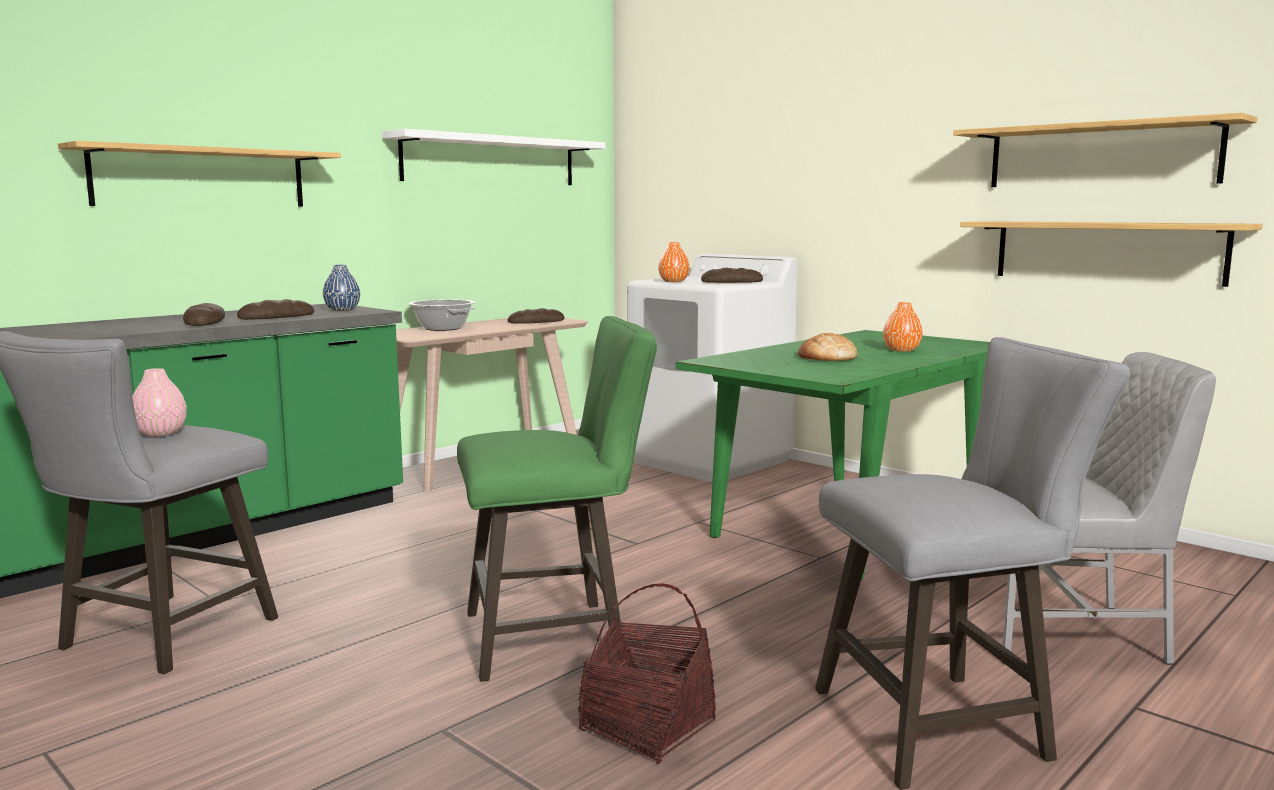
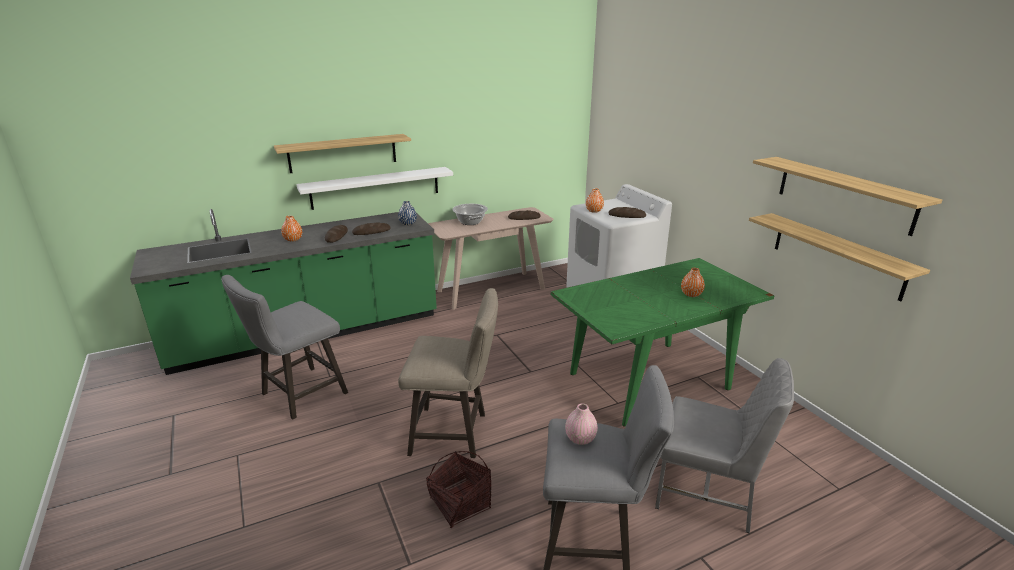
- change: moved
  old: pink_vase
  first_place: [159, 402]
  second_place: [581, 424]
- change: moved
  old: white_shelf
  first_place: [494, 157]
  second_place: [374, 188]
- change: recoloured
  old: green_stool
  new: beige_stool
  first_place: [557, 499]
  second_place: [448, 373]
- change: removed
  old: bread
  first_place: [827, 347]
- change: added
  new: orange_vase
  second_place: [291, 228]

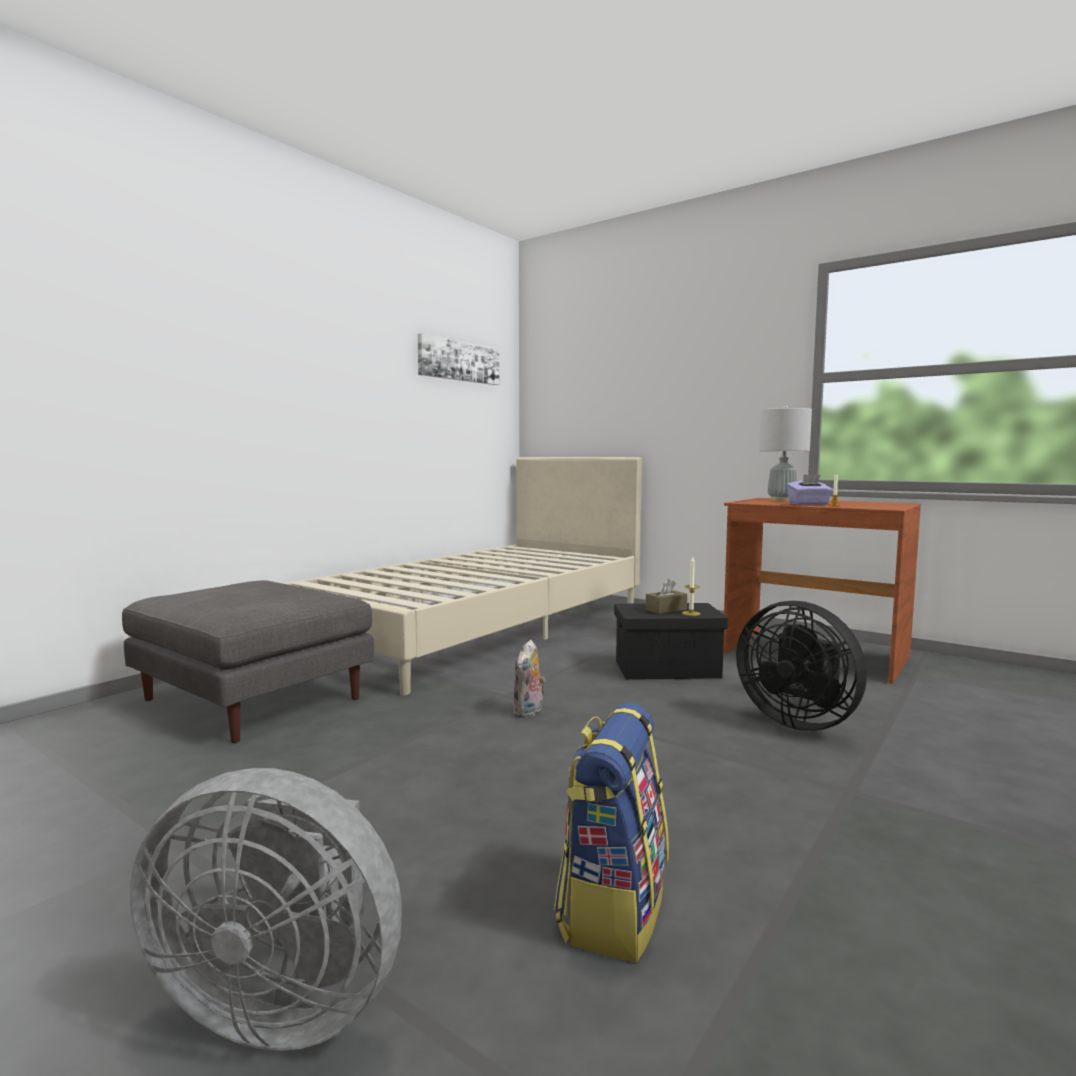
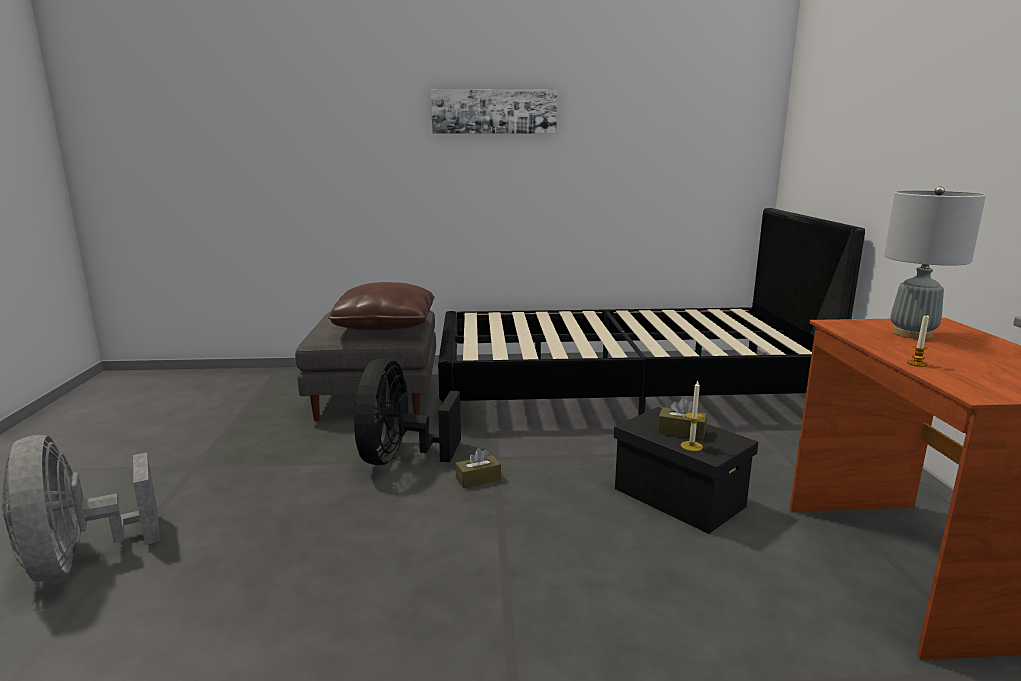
- change: recoloured
  old: beige_bed
  new: black_bed
  first_place: [462, 576]
  second_place: [651, 311]
- change: moved
  old: picture
  first_place: [458, 359]
  second_place: [494, 111]
- change: replaced
  old: plush_toy
  new: brown_tissue_box
  first_place: [529, 679]
  second_place: [478, 468]
- change: removed
  old: backpack
  first_place: [611, 832]
- change: moved
  old: black_fan
  first_place: [801, 666]
  second_place: [407, 411]
- change: removed
  old: purple_tissue_box
  first_place: [810, 489]
- change: added
  new: brown_pillow
  second_place: [381, 306]

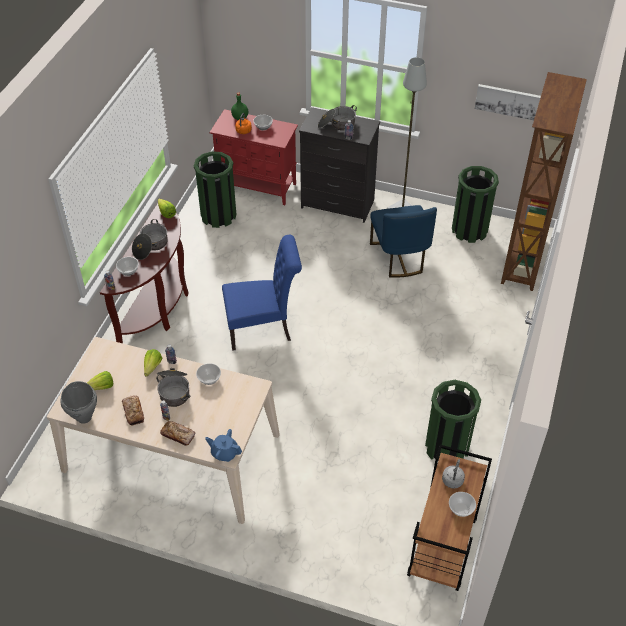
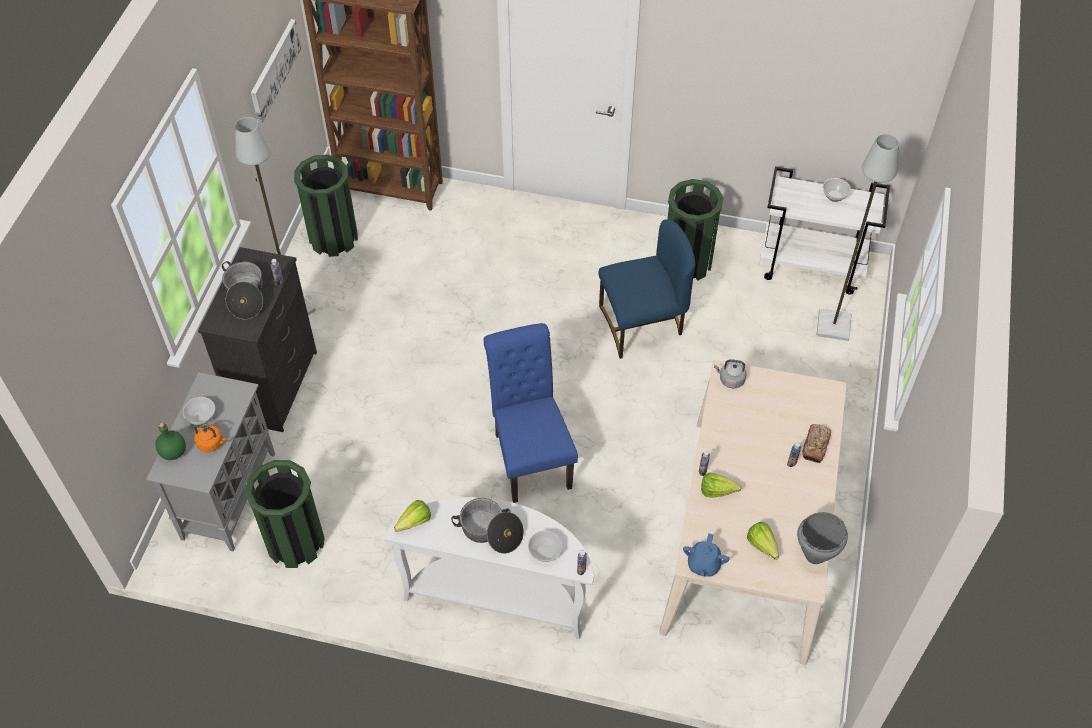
- change: recoloured
  old: brown_console_table
  new: white_console_table
  first_place: [144, 273]
  second_place: [489, 568]
- change: removed
  old: bread
  first_place: [133, 410]
- change: removed
  old: cooking_pot
  first_place: [173, 387]
- change: removed
  old: bowl
  first_place: [208, 374]
- change: moved
  old: blue_teapot
  first_place: [223, 445]
  second_place: [706, 555]
- change: recoloured
  old: red_cabinet
  new: grey_cabinet
  first_place: [254, 157]
  second_place: [210, 462]
- change: moved
  old: blue_chair
  first_place: [403, 241]
  second_place: [646, 289]
- change: recoloured
  old: brown_cart
  new: white_cart
  first_place: [449, 518]
  second_place: [825, 230]
- change: moved
  old: grey_kettle
  first_place: [453, 474]
  second_place: [730, 373]
- change: added
  new: grey_floor_lamp
  second_place: [858, 237]

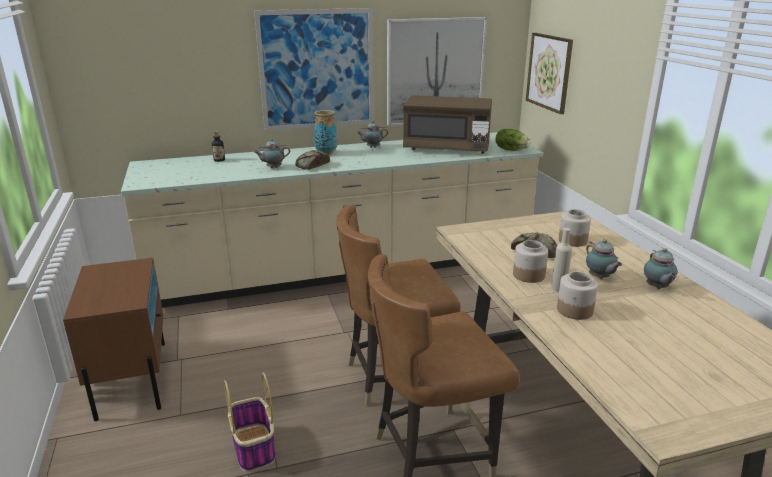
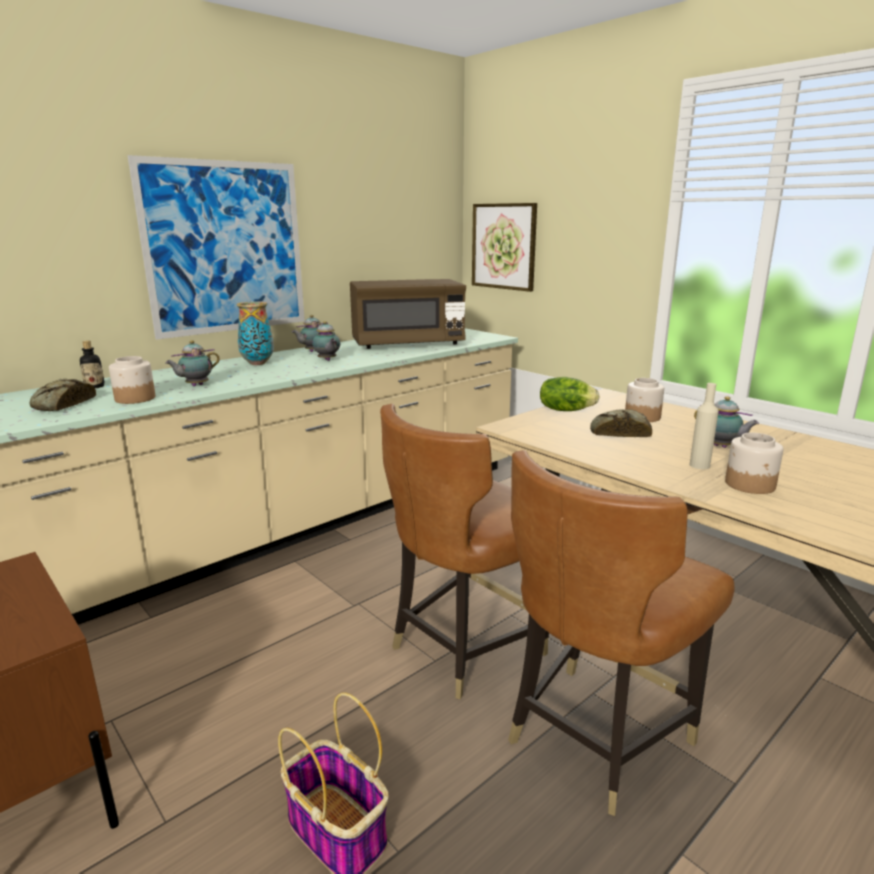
- change: moved
  old: bread
  first_place: [312, 160]
  second_place: [62, 395]
- change: removed
  old: picture
  first_place: [437, 71]
- change: moved
  old: lettuce
  first_place: [512, 140]
  second_place: [570, 394]
- change: moved
  old: jar
  first_place: [530, 261]
  second_place: [132, 380]
- change: moved
  old: teapot
  first_place: [660, 268]
  second_place: [326, 341]

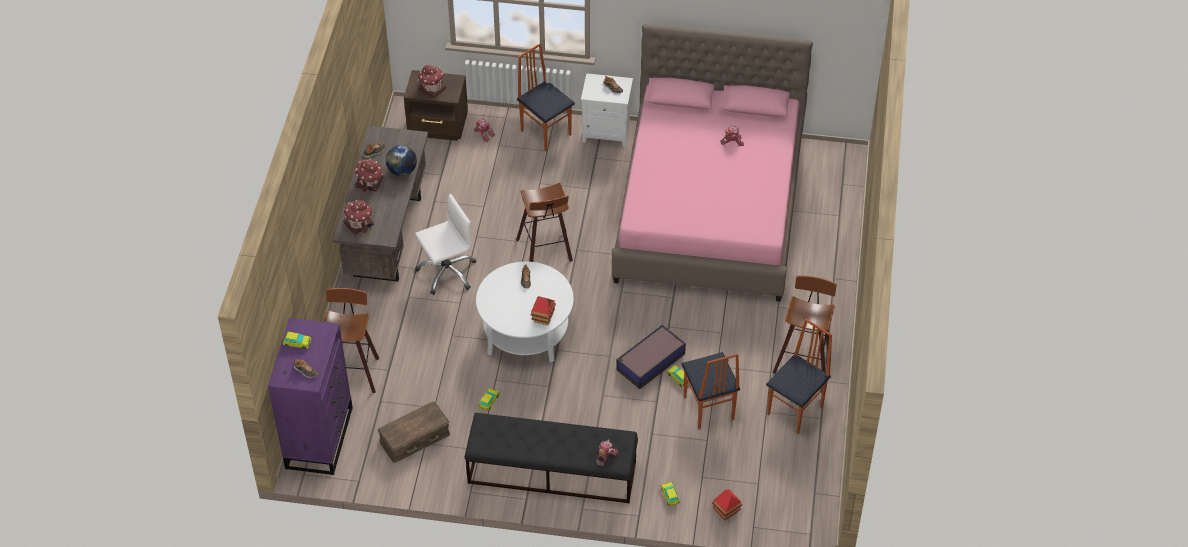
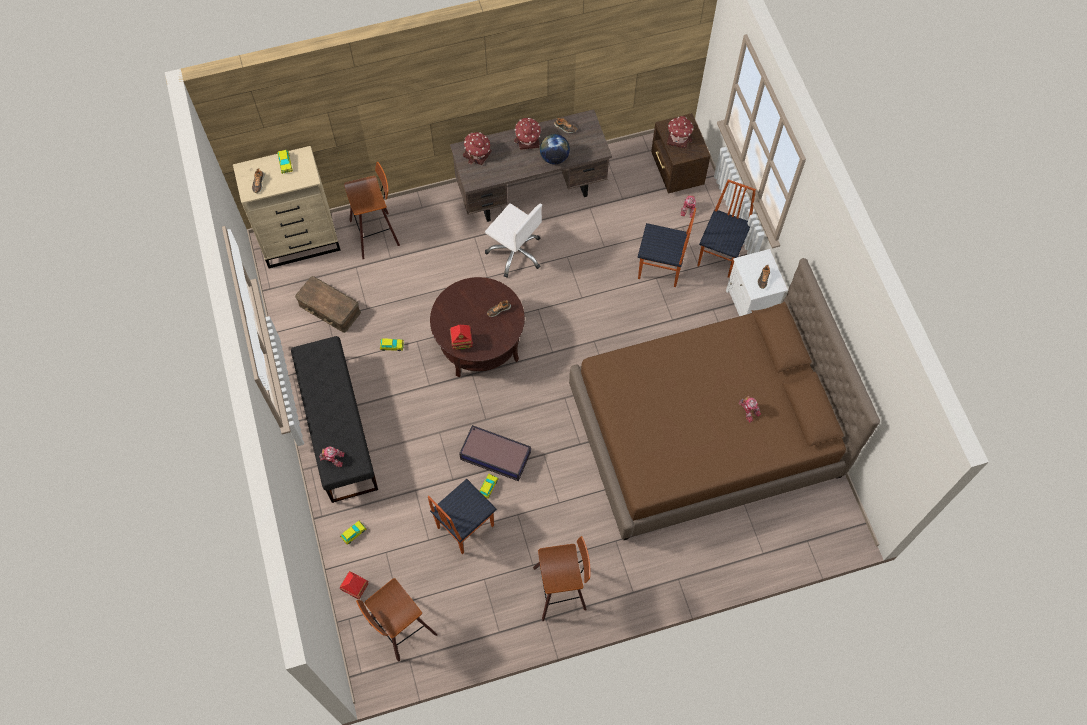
- change: recoloured
  old: purple_dresser
  new: beige_dresser
  first_place: [310, 396]
  second_place: [287, 207]
- change: recoloured
  old: white_coffee_table
  new: brown_coffee_table
  first_place: [525, 312]
  second_place: [477, 327]
- change: moved
  old: stool
  first_place: [544, 222]
  second_place: [396, 620]
- change: recoloured
  old: pink_bed
  new: brown_bed
  first_place: [712, 163]
  second_place: [724, 399]
- change: moved
  old: chair
  first_place: [799, 376]
  second_place: [667, 247]

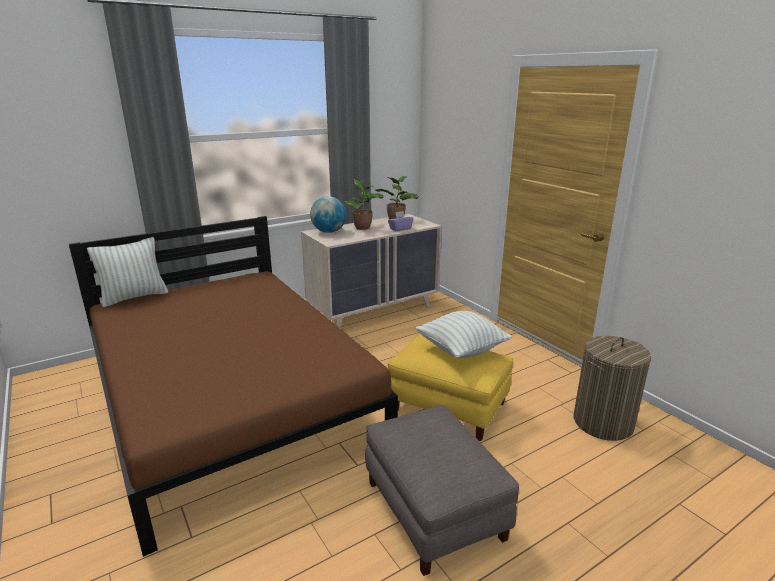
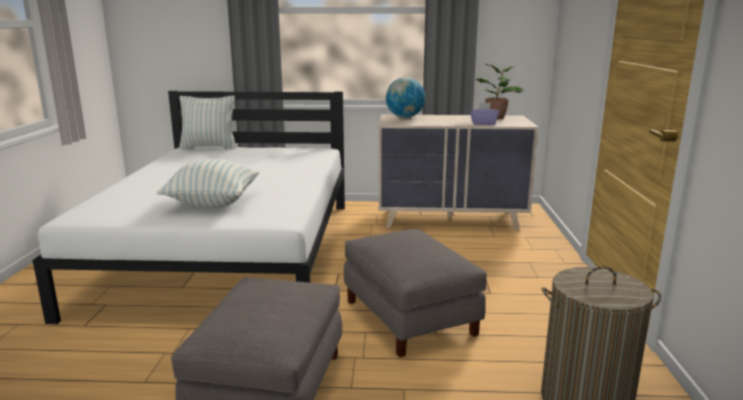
- change: recoloured
  old: brown_bed
  new: white_bed
  first_place: [233, 386]
  second_place: [188, 207]
- change: removed
  old: potted_plant
  first_place: [364, 204]
- change: recoloured
  old: yellow_ottoman
  new: grey_ottoman
  first_place: [450, 387]
  second_place: [415, 293]
- change: moved
  old: pillow
  first_place: [463, 334]
  second_place: [208, 183]

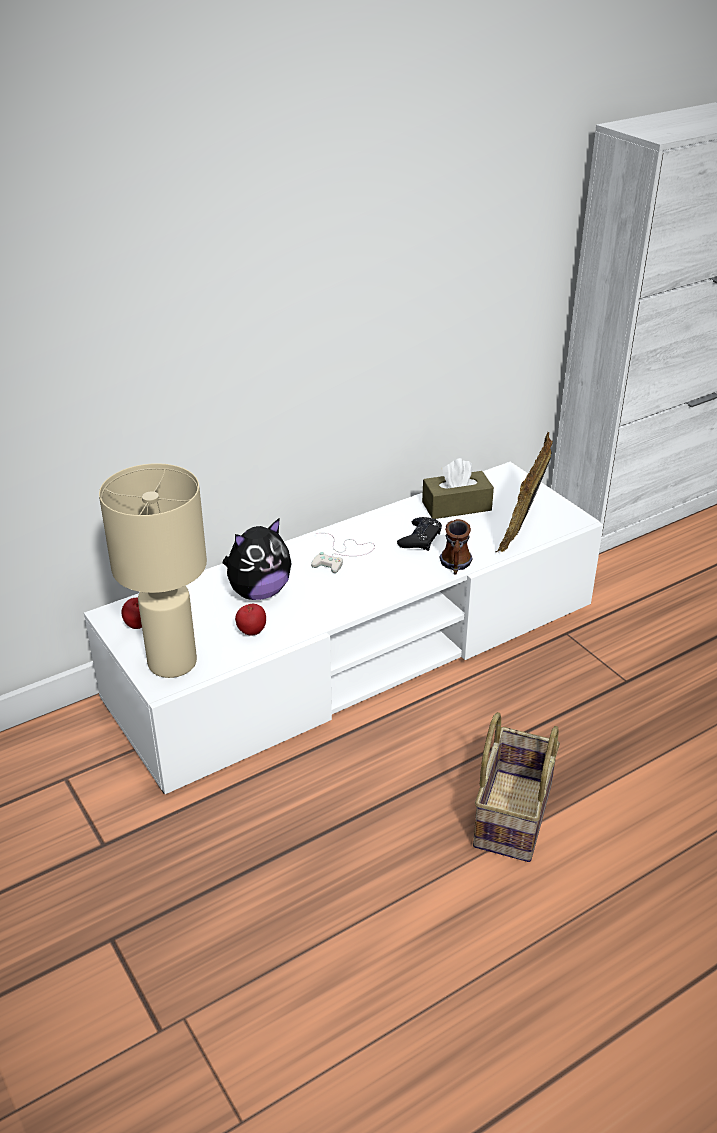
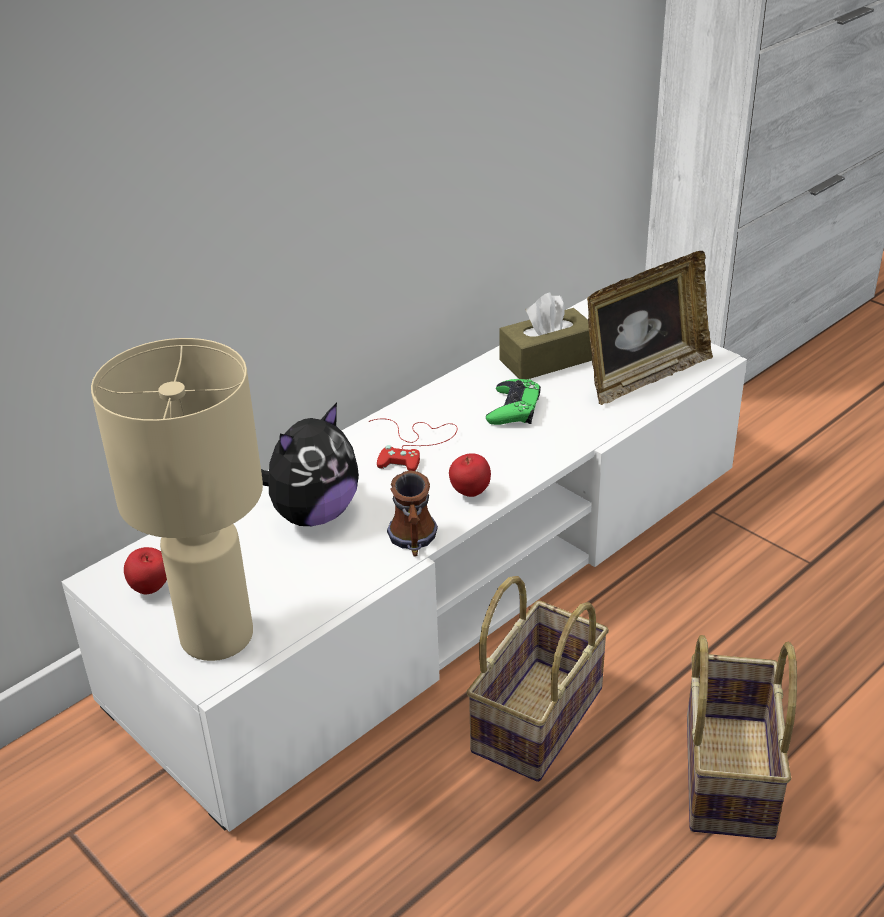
- change: moved
  old: apple
  first_place: [250, 620]
  second_place: [470, 475]
- change: recoloured
  old: white_game_controller
  new: red_game_controller
  first_place: [343, 553]
  second_place: [413, 444]
- change: recoloured
  old: black_game_controller
  new: green_game_controller
  first_place: [419, 534]
  second_place: [513, 402]
- change: moved
  old: mug
  first_place: [456, 546]
  second_place: [412, 513]
- change: turned
  old: picture_frame
  first_place: [524, 492]
  second_place: [650, 328]
  degrees: -135
- change: added
  new: basket
  second_place: [537, 679]

